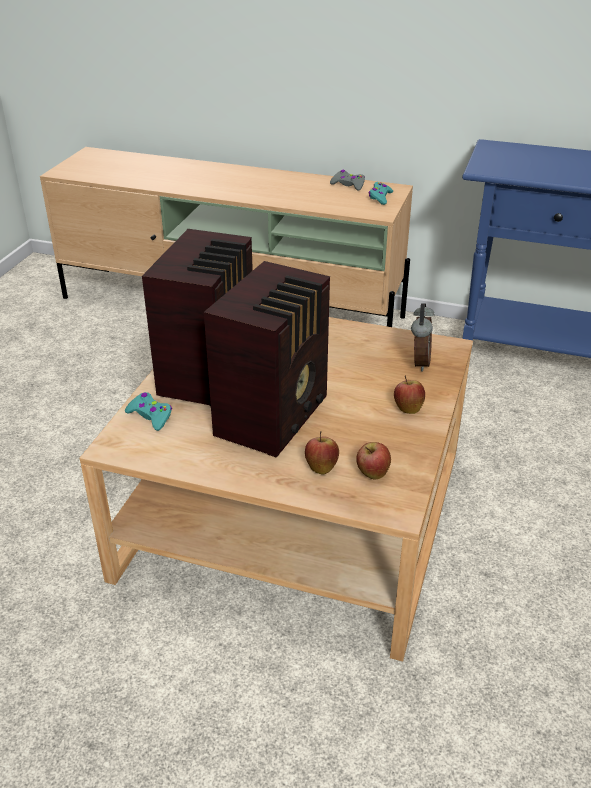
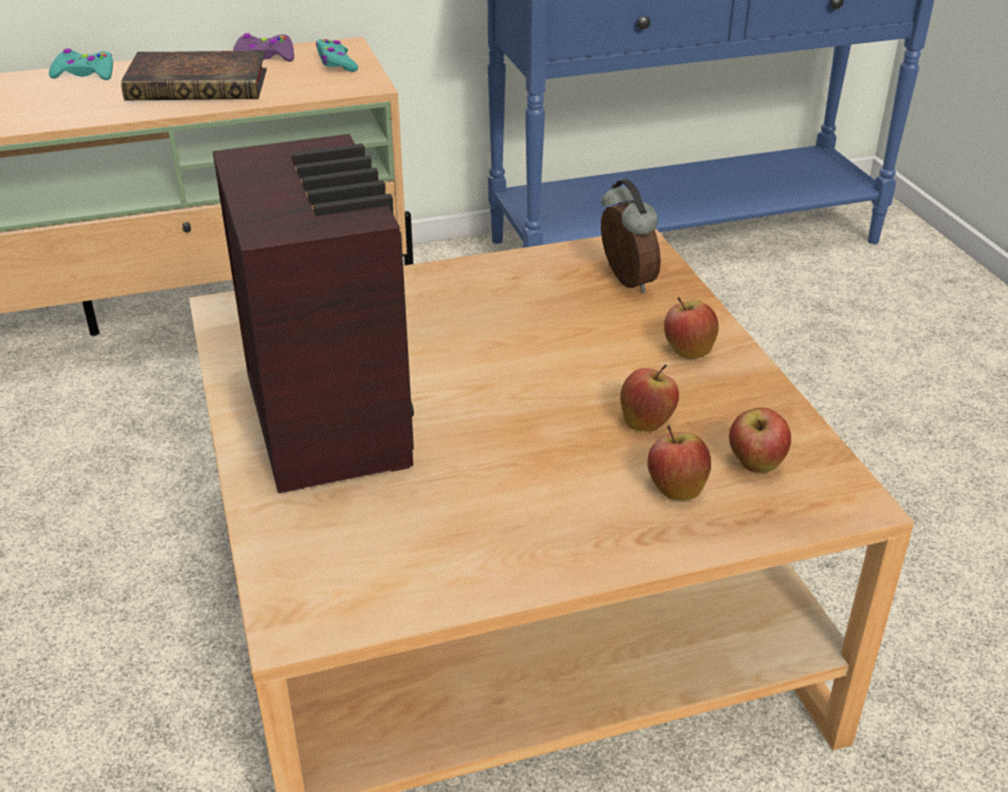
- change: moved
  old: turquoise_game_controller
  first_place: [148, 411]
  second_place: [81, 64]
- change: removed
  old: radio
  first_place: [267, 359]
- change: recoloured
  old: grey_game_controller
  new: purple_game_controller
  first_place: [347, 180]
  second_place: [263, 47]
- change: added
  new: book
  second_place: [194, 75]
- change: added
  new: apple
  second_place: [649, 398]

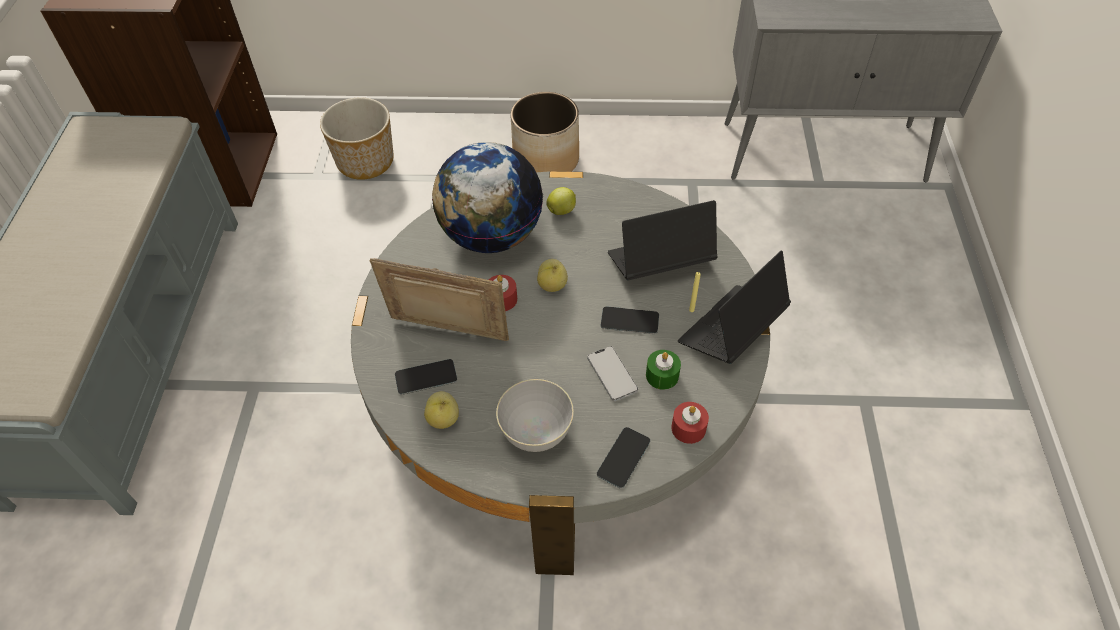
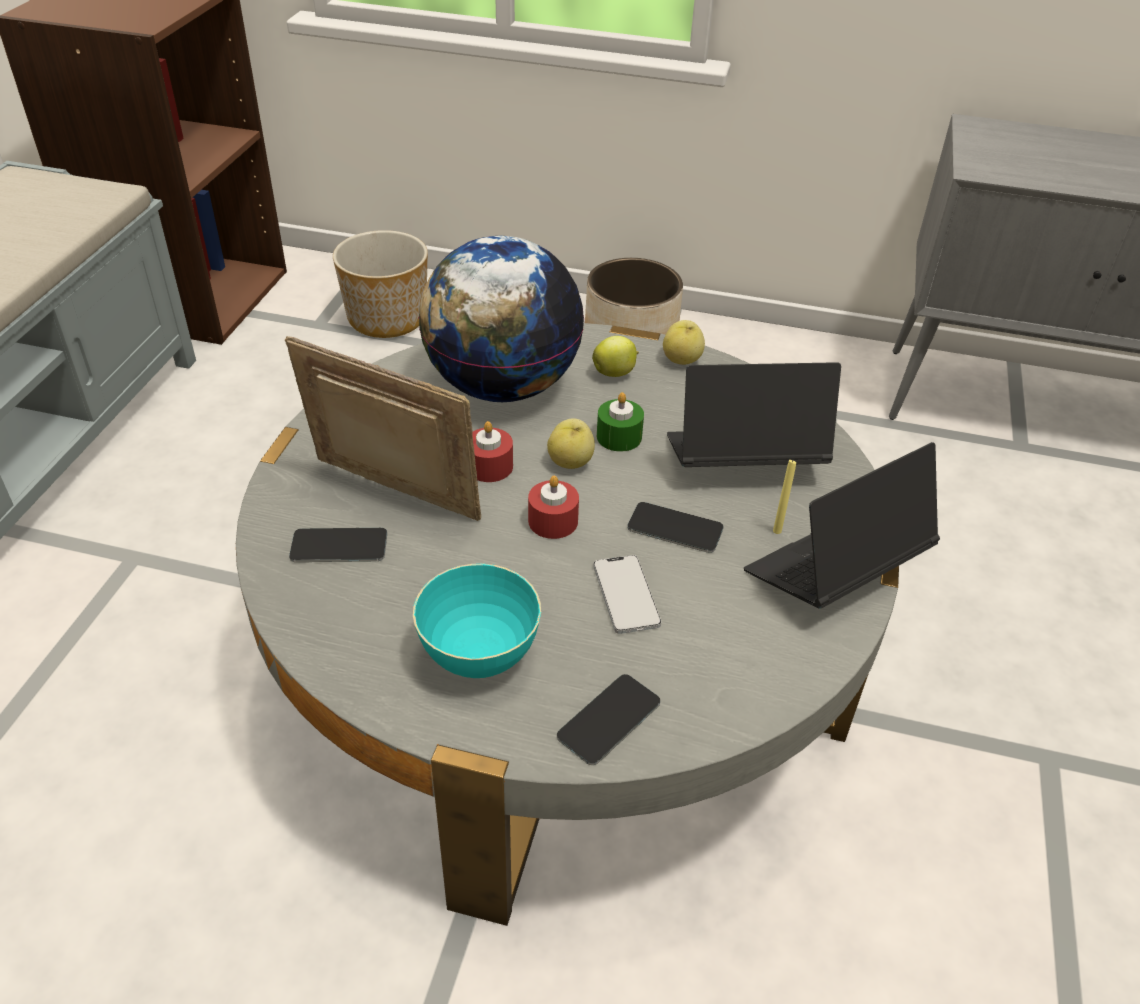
- change: moved
  old: apple
  first_place: [441, 410]
  second_place: [684, 342]
- change: recoloured
  old: grey_bowl
  new: turquoise_bowl
  first_place: [535, 415]
  second_place: [477, 621]
- change: moved
  old: green_candle
  first_place: [663, 370]
  second_place: [620, 422]
- change: moved
  old: red_candle
  first_place: [690, 423]
  second_place: [553, 507]

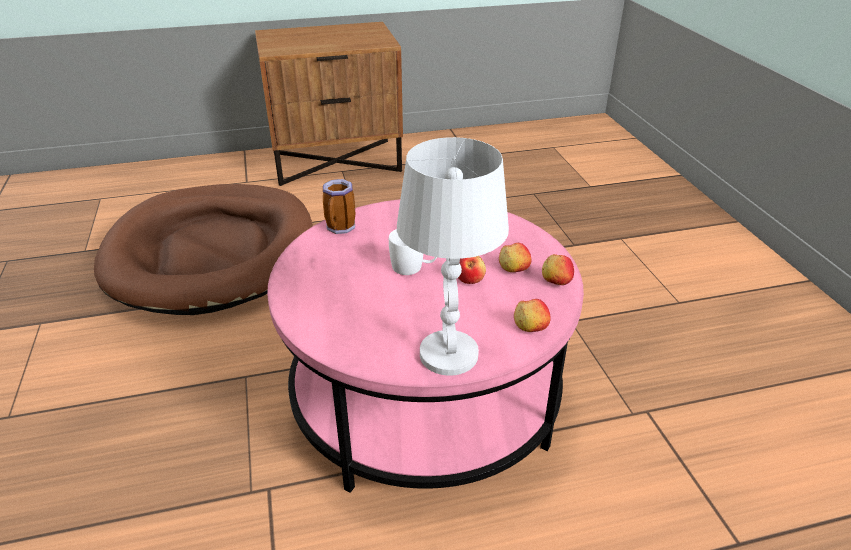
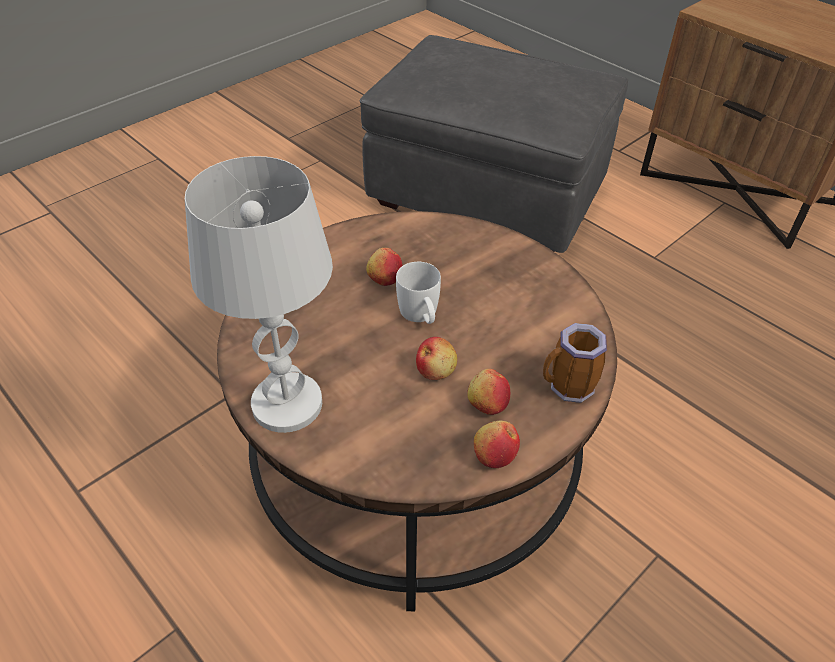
- change: replaced
  old: brown_dog_bed
  new: grey_ottoman
  first_place: [203, 249]
  second_place: [494, 144]
- change: recoloured
  old: pink_coffee_table
  new: brown_coffee_table
  first_place: [425, 346]
  second_place: [417, 411]
- change: moved
  old: mug
  first_place: [339, 206]
  second_place: [575, 363]
- change: moved
  old: apple
  first_place: [532, 315]
  second_place: [384, 267]

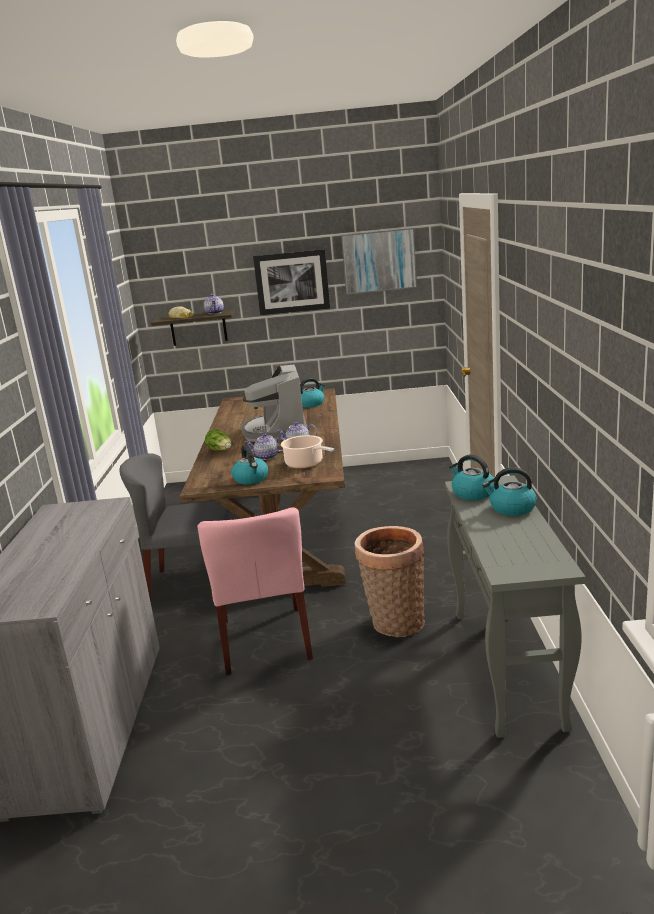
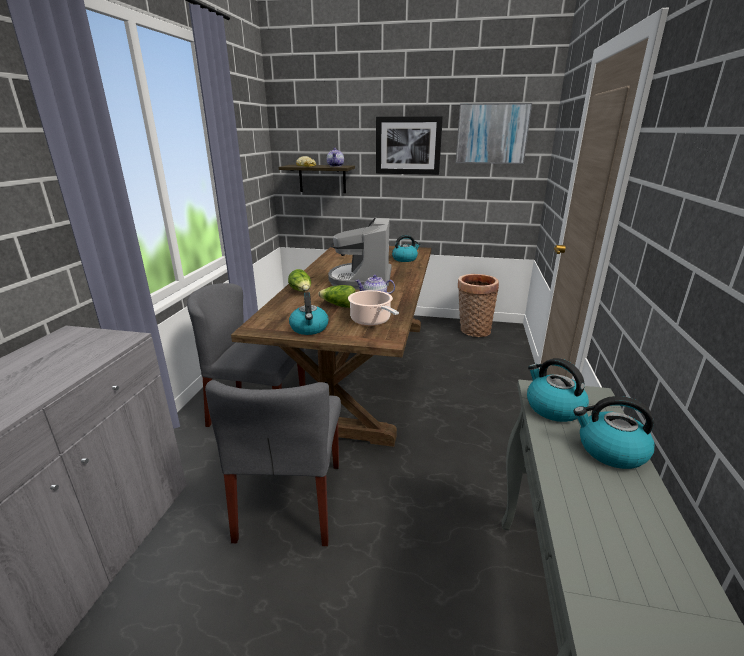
- change: recoloured
  old: pink_chair
  new: grey_chair
  first_place: [255, 591]
  second_place: [273, 463]
- change: replaced
  old: teapot
  new: lettuce
  first_place: [265, 446]
  second_place: [337, 296]
- change: moved
  old: basket
  first_place: [390, 581]
  second_place: [478, 305]

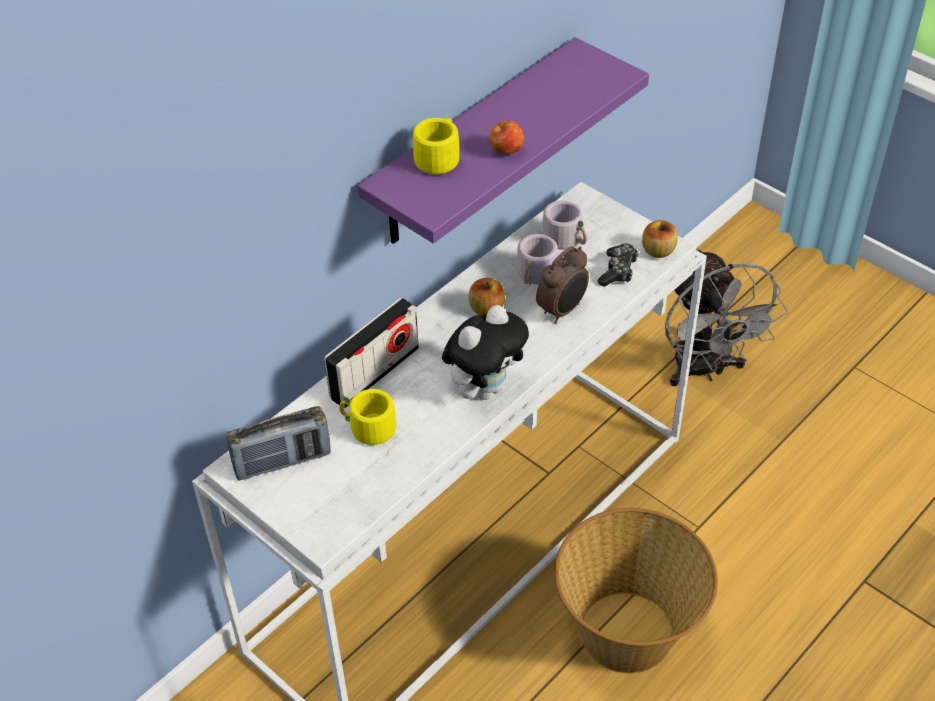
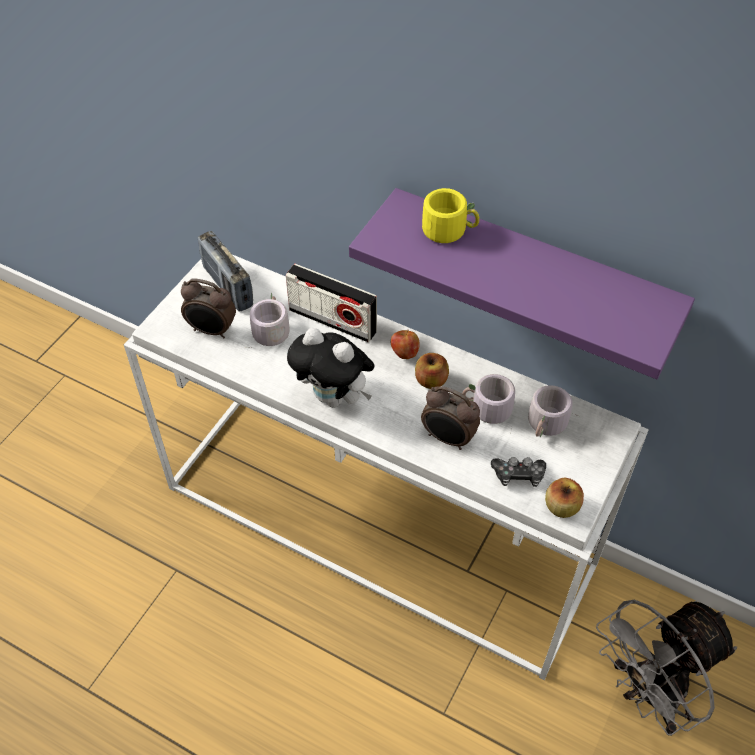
- change: recoloured
  old: yellow_mug
  new: grey_mug
  first_place: [367, 421]
  second_place: [266, 320]
- change: moved
  old: apple
  first_place: [507, 137]
  second_place: [405, 344]
- change: removed
  old: basket
  first_place: [636, 590]
- change: added
  new: alarm_clock
  second_place: [208, 308]

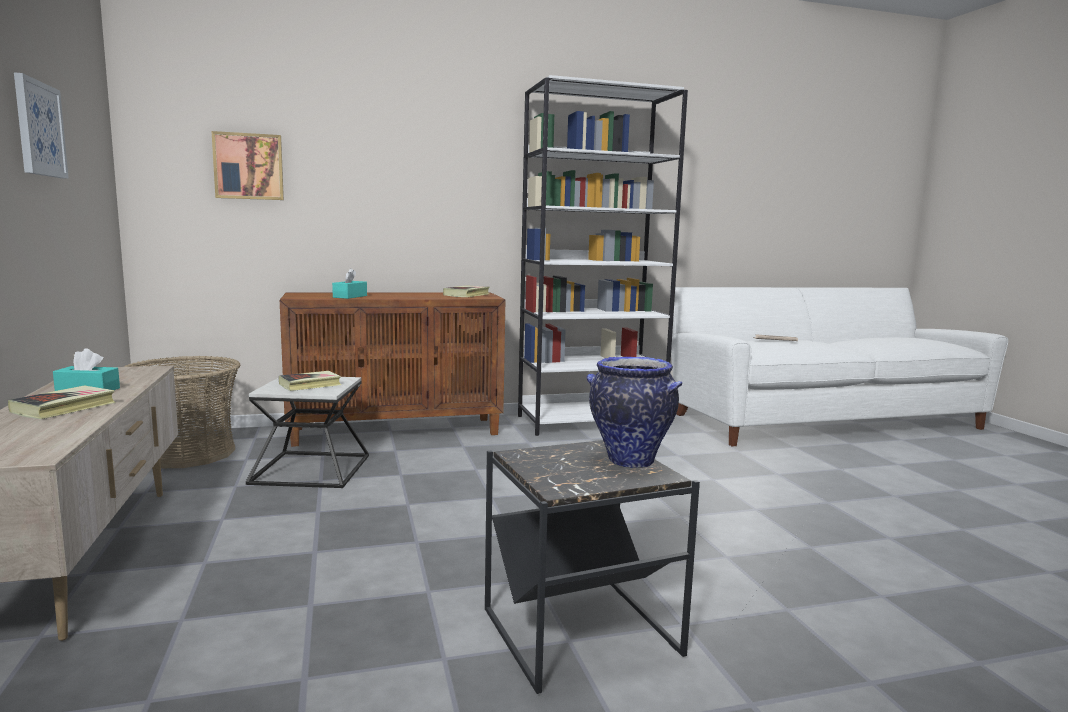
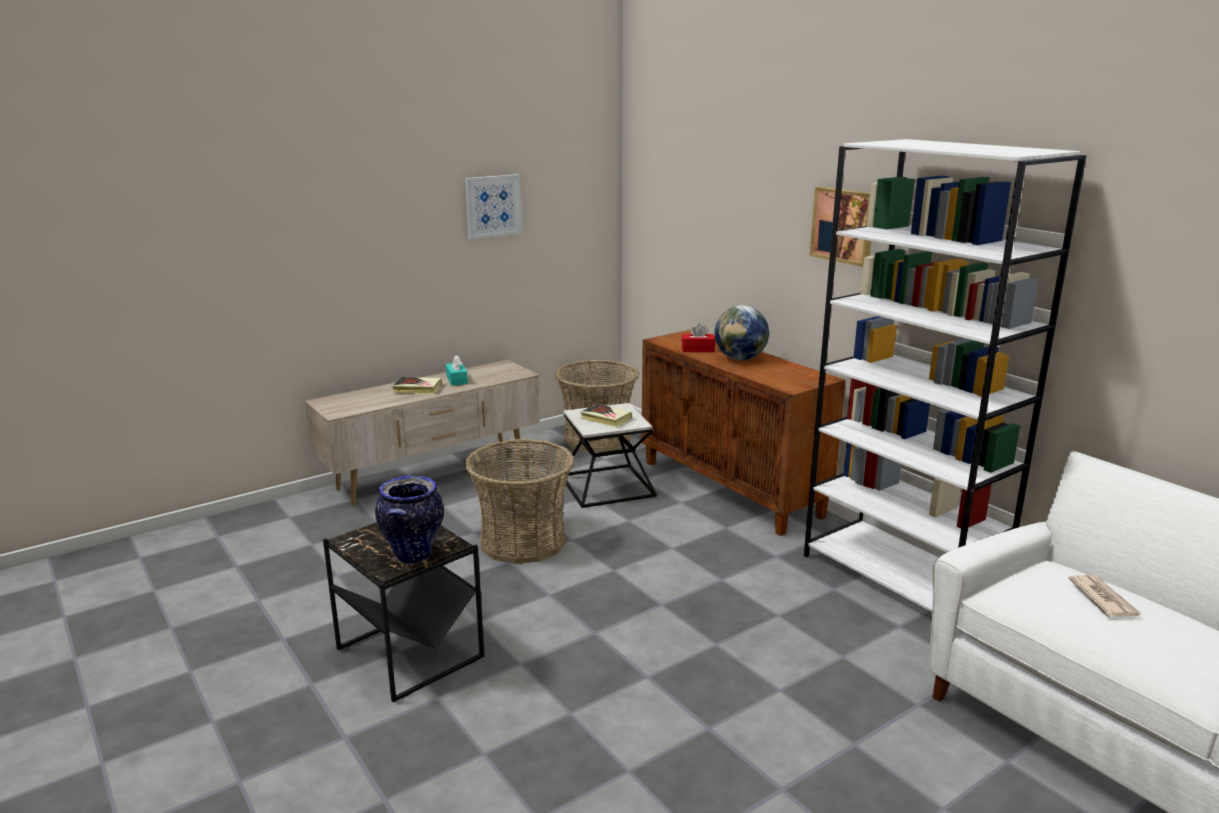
- change: moved
  old: picture
  first_place: [248, 165]
  second_place: [840, 227]
- change: recoloured
  old: turquoise_tissue_box
  new: red_tissue_box
  first_place: [349, 283]
  second_place: [698, 337]
- change: removed
  old: book
  first_place: [466, 291]
- change: added
  new: basket
  second_place: [519, 501]
- change: added
  new: globe
  second_place: [742, 332]

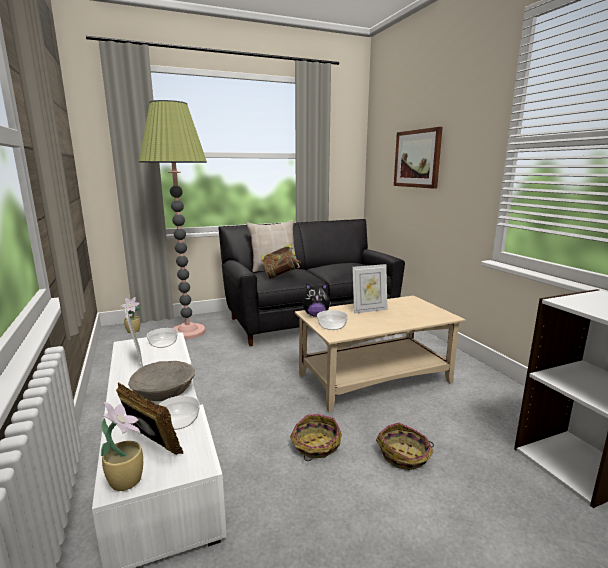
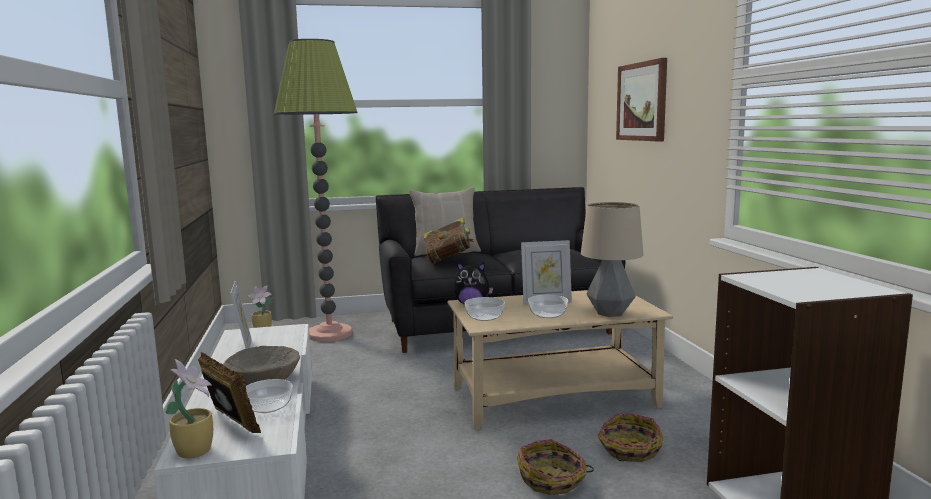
- change: moved
  old: bowl
  first_place: [162, 338]
  second_place: [548, 306]
- change: moved
  old: basket
  first_place: [316, 437]
  second_place: [630, 437]
- change: added
  new: table_lamp
  second_place: [612, 259]

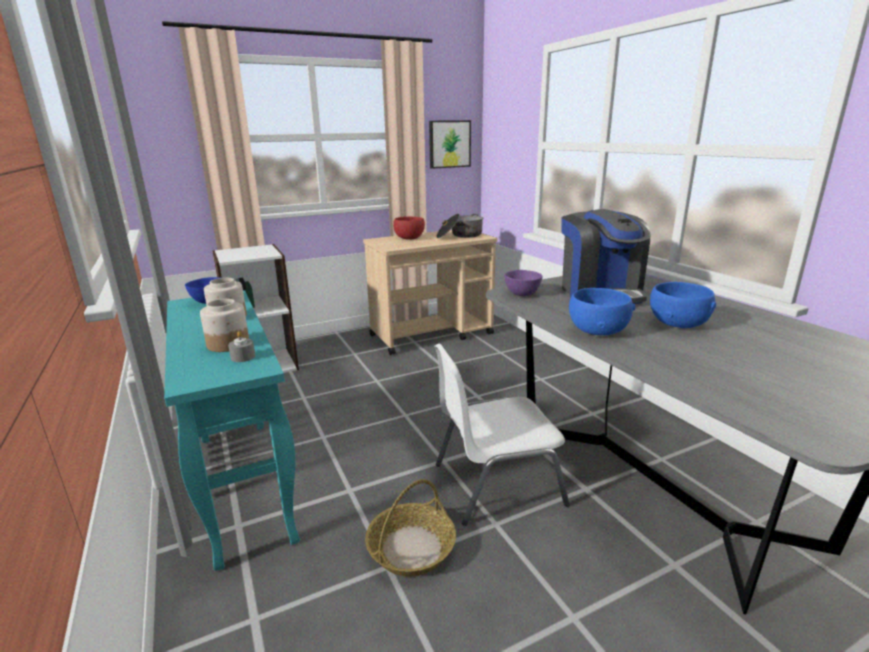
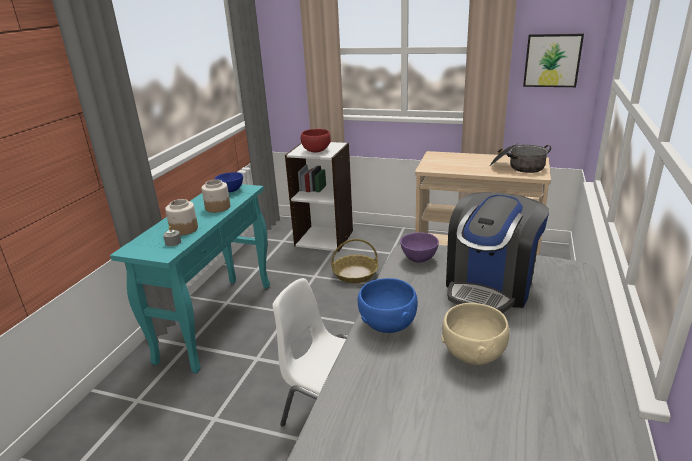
- change: moved
  old: basket
  first_place: [410, 528]
  second_place: [354, 261]
- change: moved
  old: red_bowl
  first_place: [409, 228]
  second_place: [316, 140]
- change: recoloured
  old: blue_bowl
  new: beige_bowl
  first_place: [683, 305]
  second_place: [475, 334]

